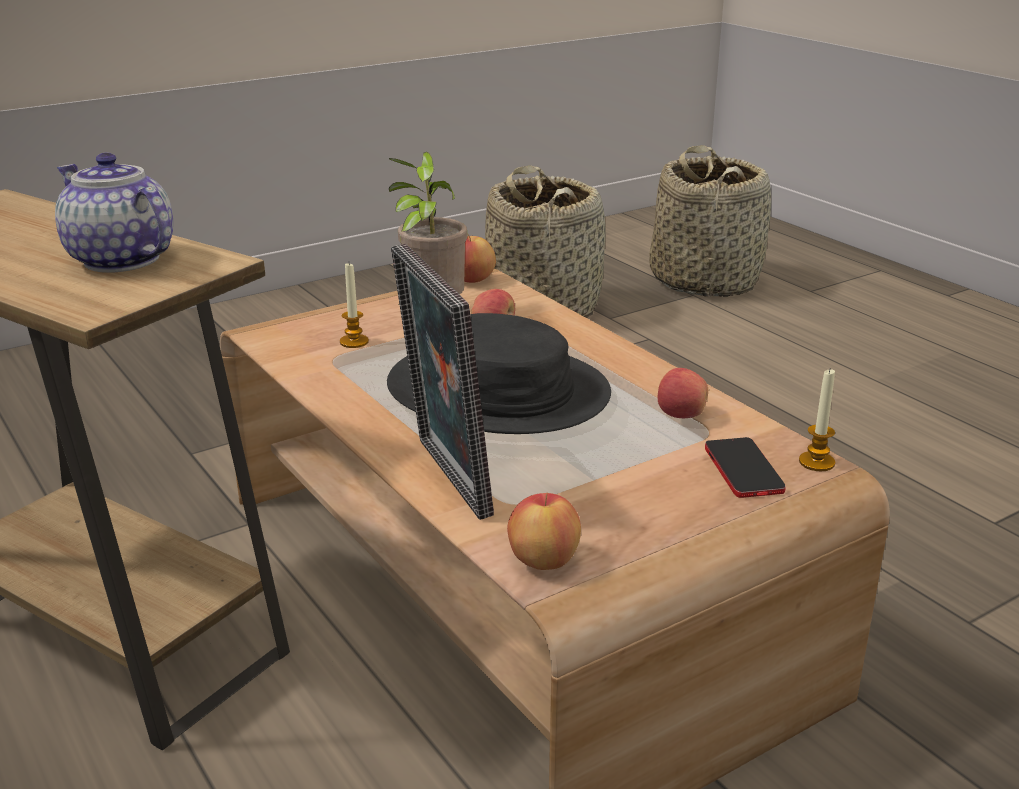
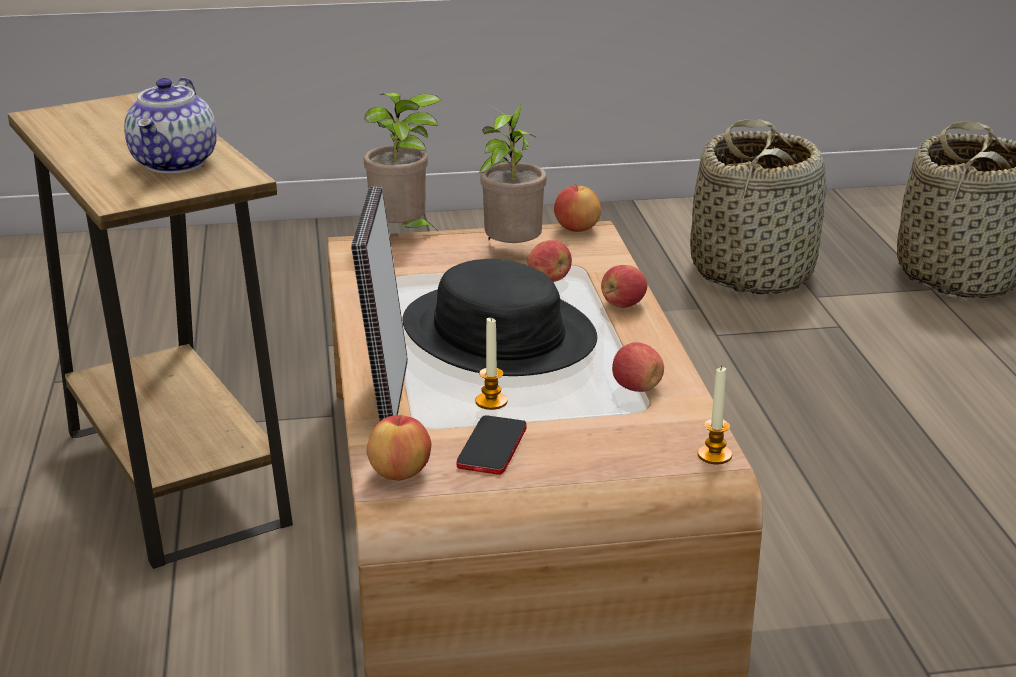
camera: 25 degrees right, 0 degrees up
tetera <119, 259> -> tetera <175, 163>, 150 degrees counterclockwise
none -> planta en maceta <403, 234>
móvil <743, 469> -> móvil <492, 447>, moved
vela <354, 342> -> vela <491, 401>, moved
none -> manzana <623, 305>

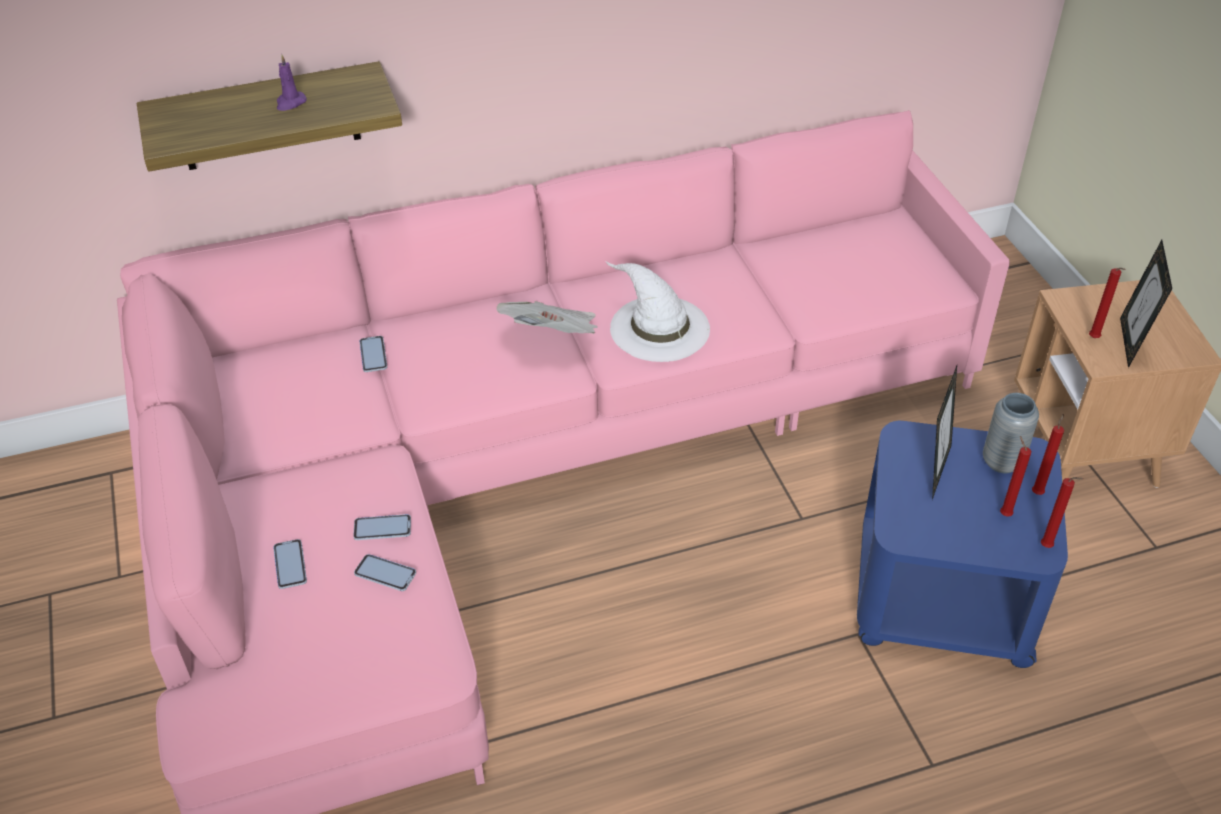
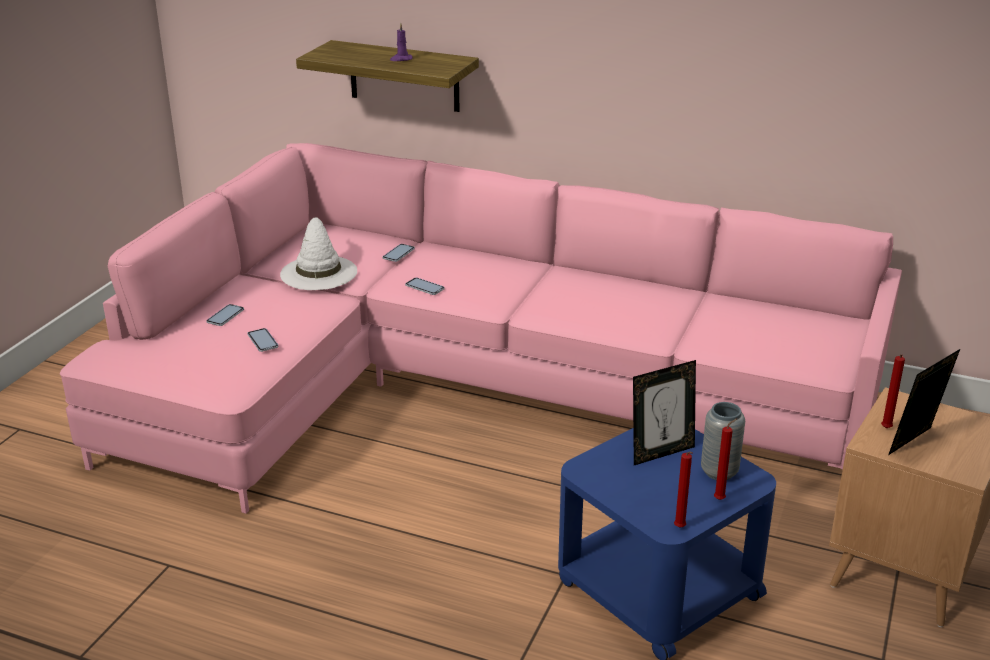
camera: 40 degrees right, 15 degrees down
sombrero (blanco) <658, 328> -> sombrero (blanco) <318, 272>, moved
móvil <382, 528> -> móvil <424, 287>, moved
periódico <553, 337> -> none
vela (rojo) <1004, 513> -> none

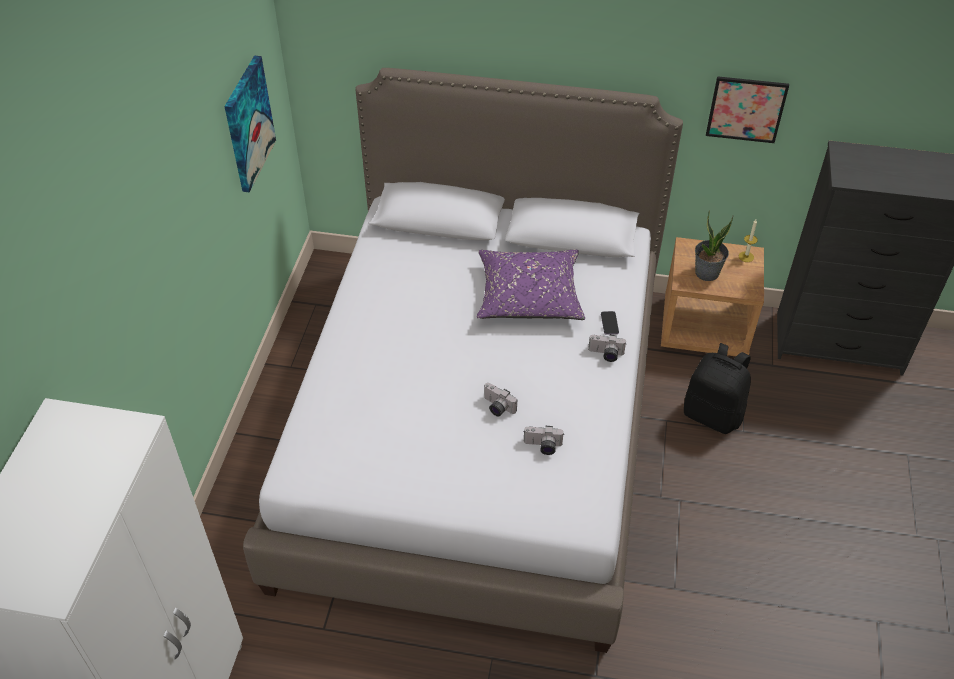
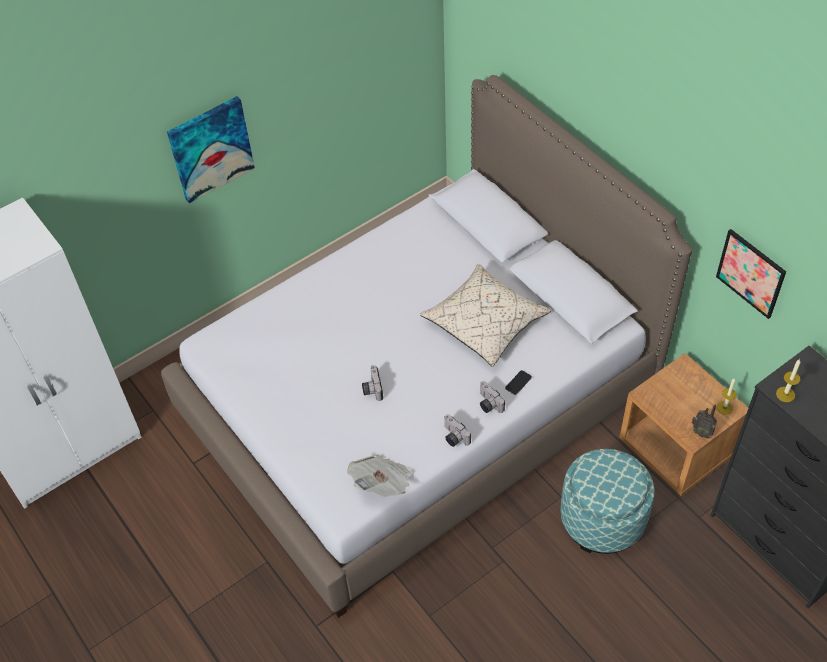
camera: 45 degrees right, 5 degrees up
cuadro <248, 124> -> cuadro <210, 149>, moved
none -> periódico <383, 483>
cojín (morado) <529, 296> -> cojín (beis) <485, 323>
cámara <542, 447> -> cámara <453, 437>, moved
mochila (negro) <713, 414> -> puf <602, 519>
none -> radio <701, 432>
none -> vela <785, 394>
planta en maceta <707, 273> -> none

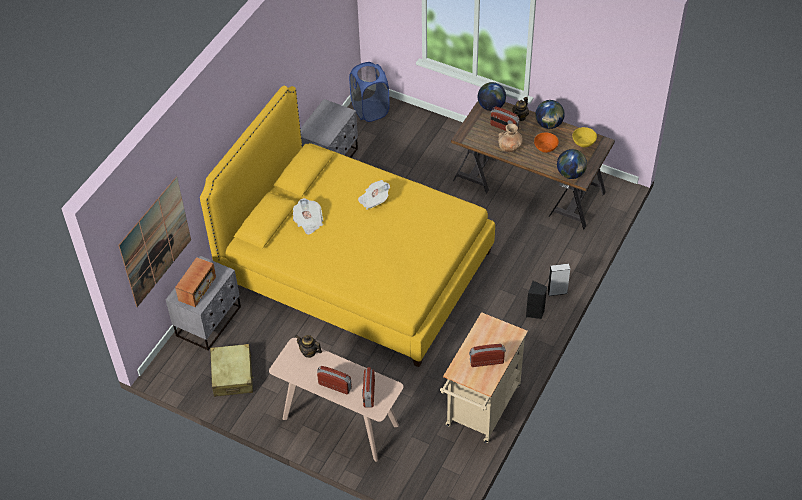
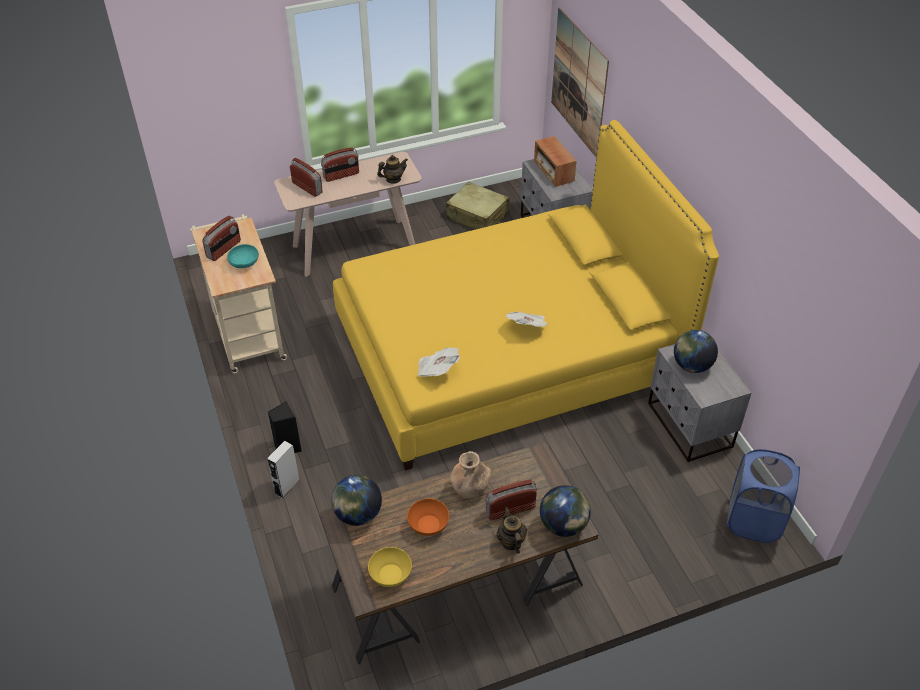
camera: 130 degrees right, 5 degrees down
none -> cuenco (turquesa) <244, 264>
periódico <308, 222> -> periódico <437, 370>, moved
globo terráqueo <549, 124> -> globo terráqueo <691, 365>, moved

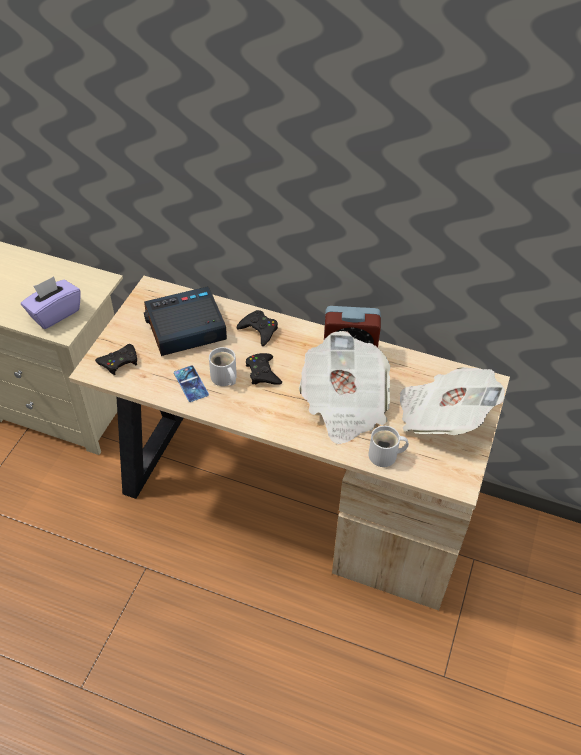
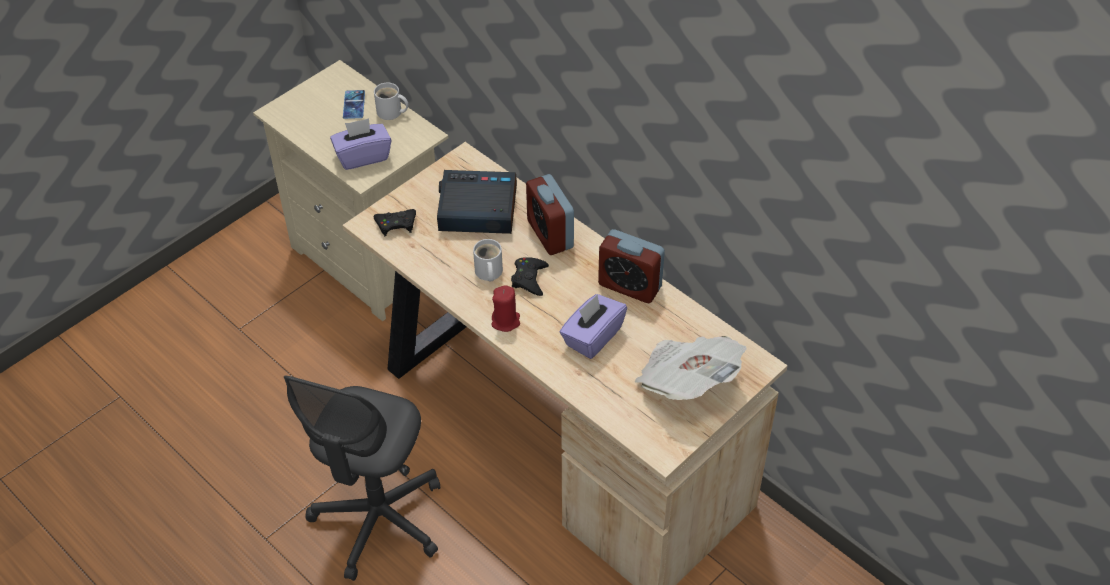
camera: 25 degrees right, 0 degrees up
none -> silla de oficina (gris) <379, 520>
móvil <191, 384> -> móvil <354, 105>, moved
taza grande (blanco) <385, 456> -> taza grande (blanco) <391, 113>, moved
none -> vela (rojo) <506, 321>
mando de consola (negro) <259, 330> -> despertador <550, 234>
periódico <344, 405> -> caja de pañuelos (morado) <592, 337>

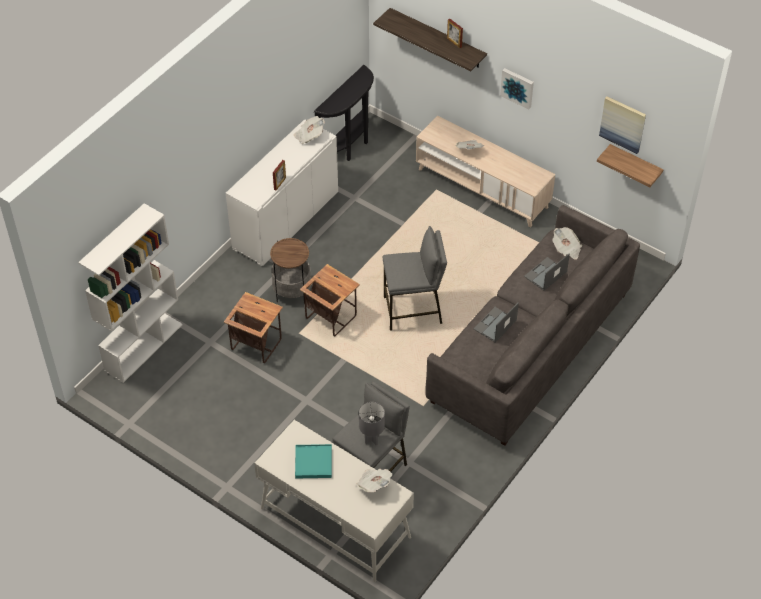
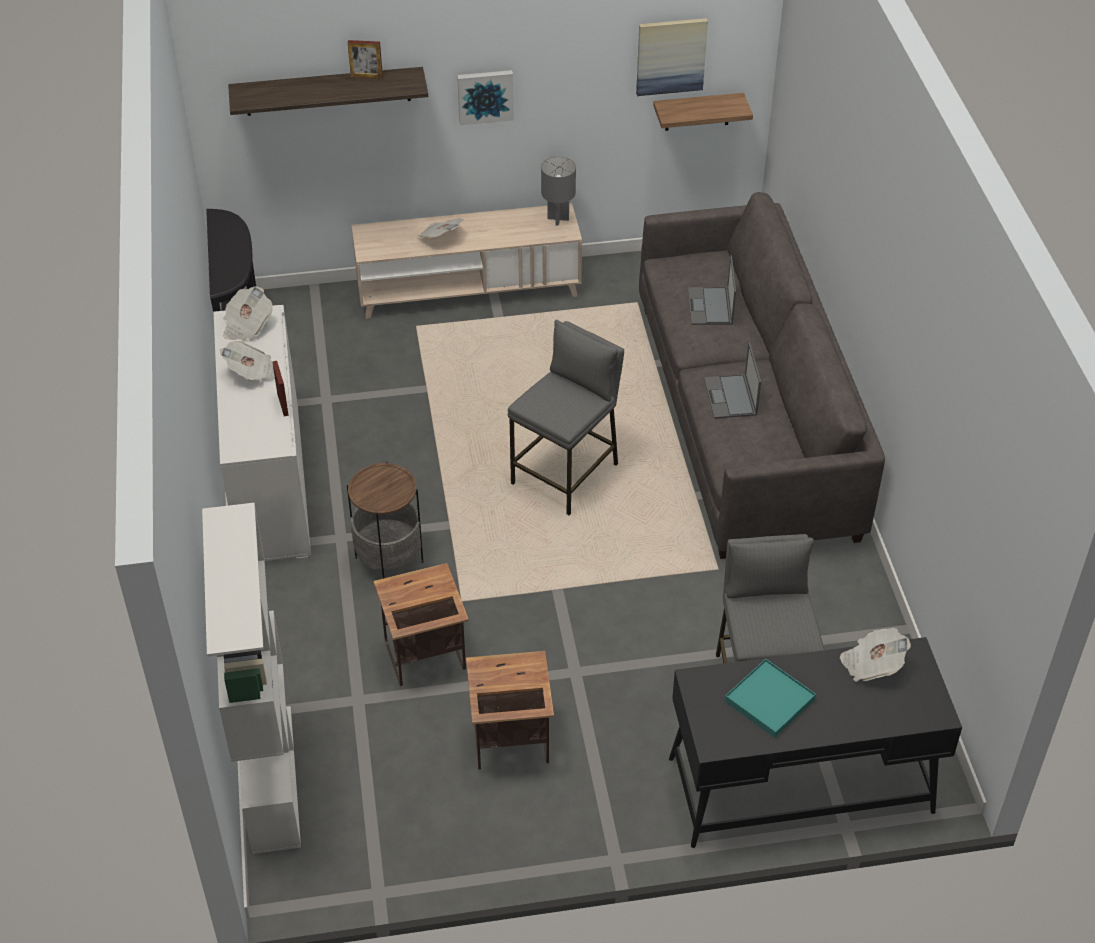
camera: 45 degrees left, 5 degrees down
periódico <566, 249> -> periódico <252, 373>, moved
mesa auxiliar <330, 317> -> mesa auxiliar <509, 741>, moved
lámpara de mesa (gris) <371, 439> -> lámpara de mesa (gris) <558, 219>, moved
escritorio (blanco) <335, 522> -> escritorio (negro) <799, 784>

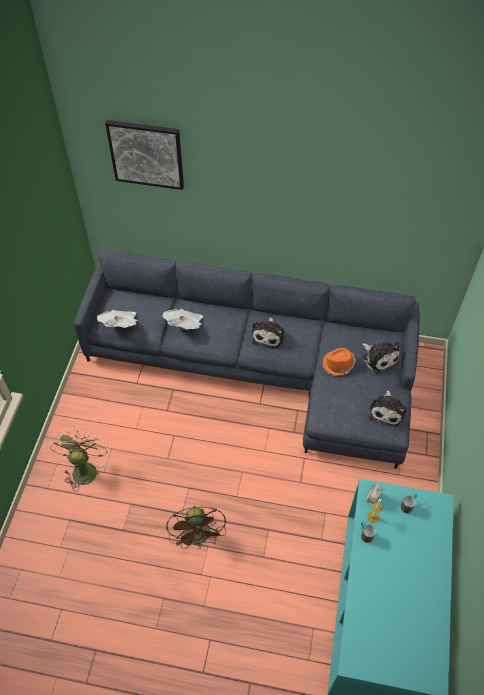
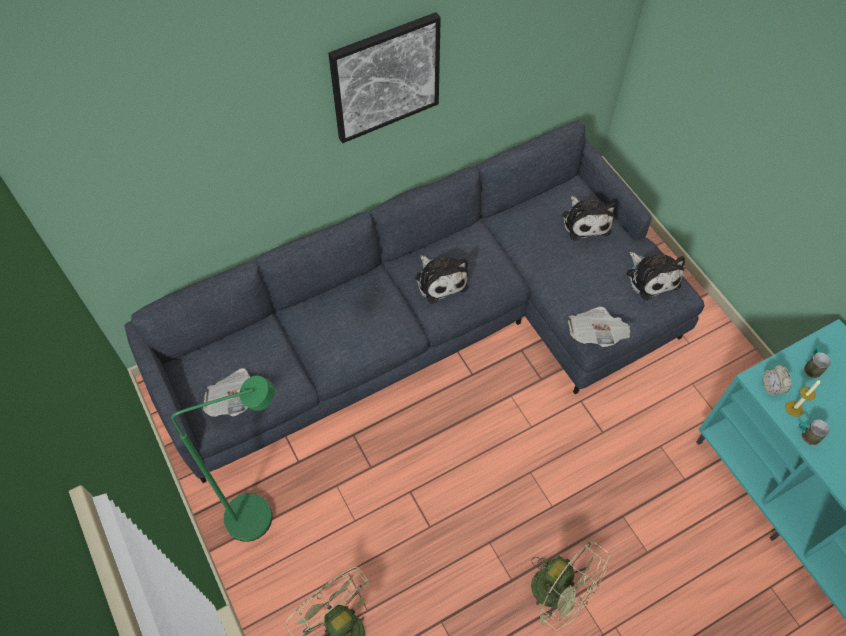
camera: 40 degrees left, 5 degrees up
none -> lámpara de pie (verde) <262, 513>
cuadro <146, 154> -> cuadro <385, 77>, moved
ventilador (marrón) <199, 538> -> ventilador (verde) <559, 592>
peluche <379, 358> -> peluche <585, 221>, 60 degrees clockwise
periódico <185, 325> -> periódico <595, 334>, moved
sombrero (naranja) <338, 364> -> none

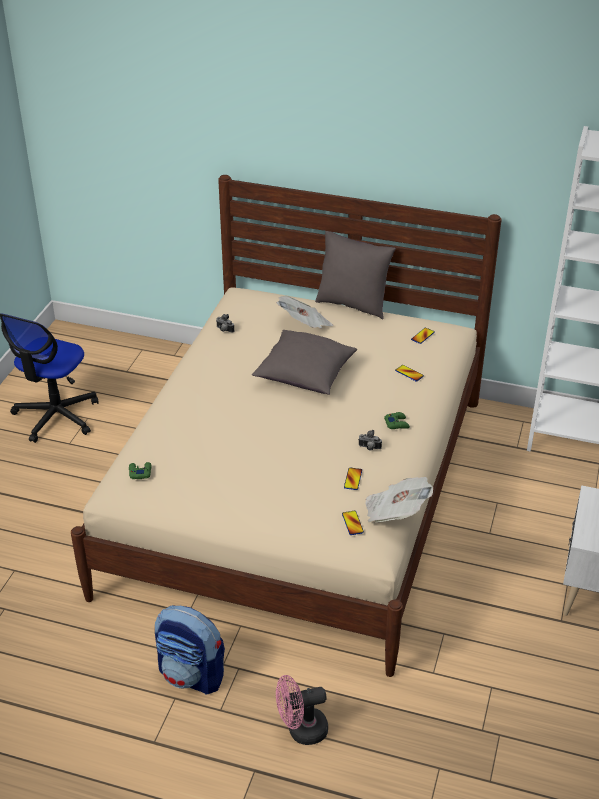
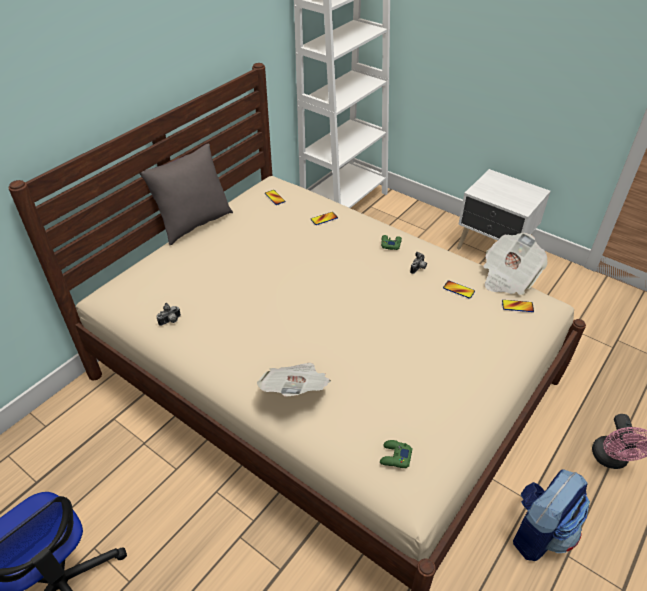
camera: 70 degrees left, 5 degrees up
periódico <305, 325> -> periódico <295, 390>, moved
cojín (gris) <304, 376> -> none

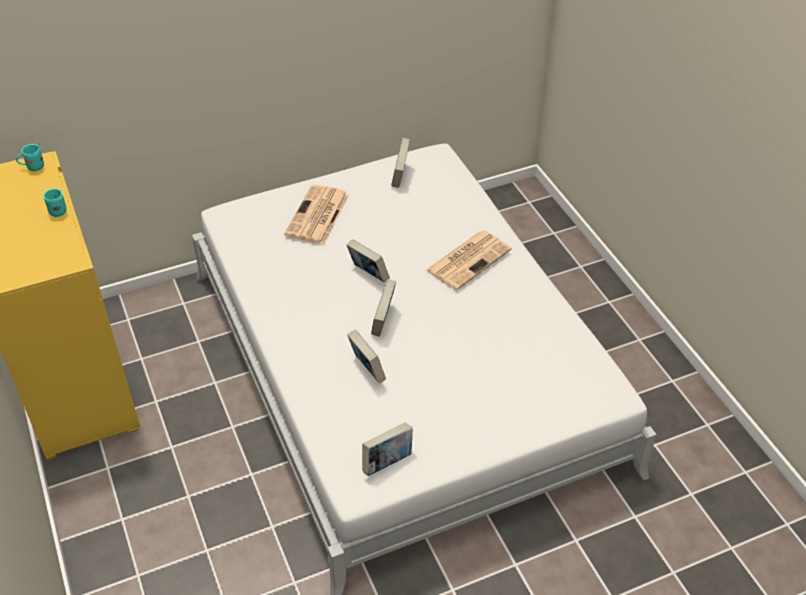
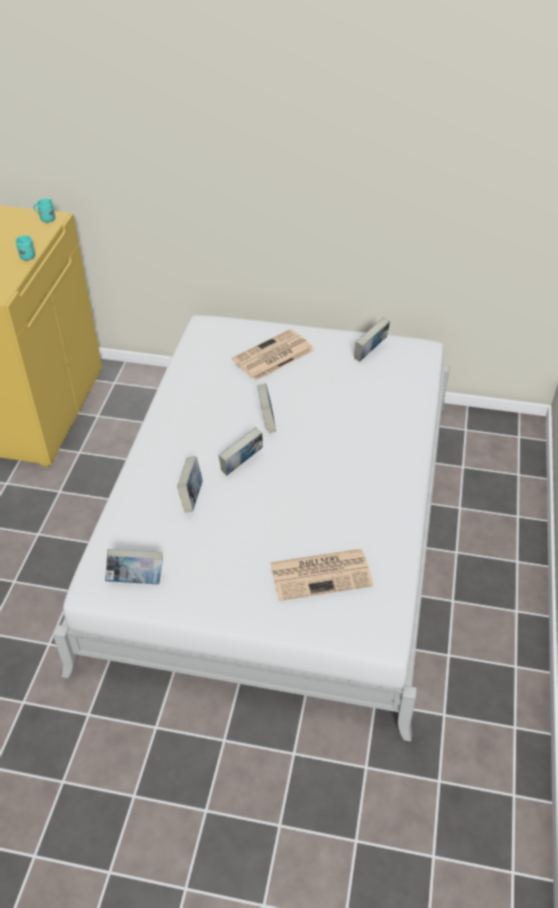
camera: 35 degrees right, 0 degrees up
periódico <469, 259> -> periódico <322, 574>, moved

